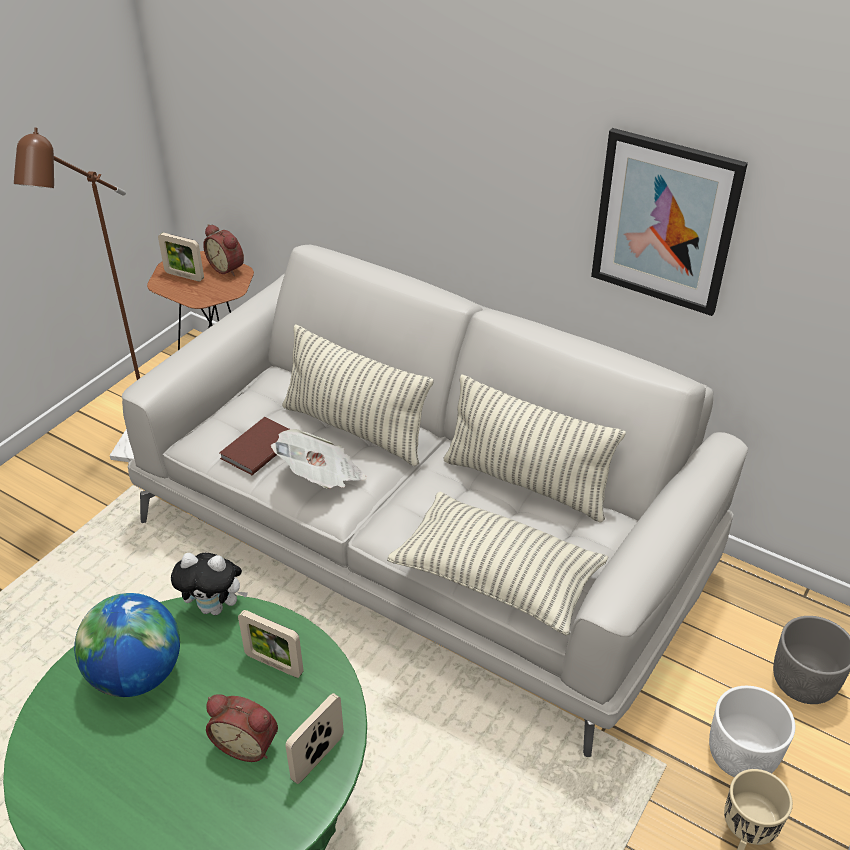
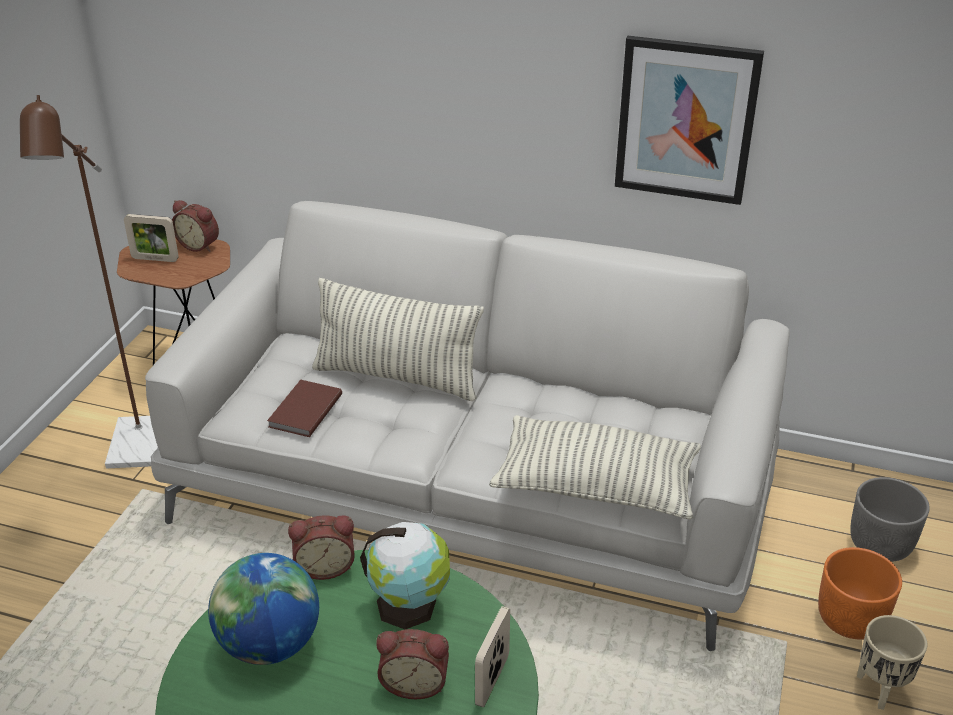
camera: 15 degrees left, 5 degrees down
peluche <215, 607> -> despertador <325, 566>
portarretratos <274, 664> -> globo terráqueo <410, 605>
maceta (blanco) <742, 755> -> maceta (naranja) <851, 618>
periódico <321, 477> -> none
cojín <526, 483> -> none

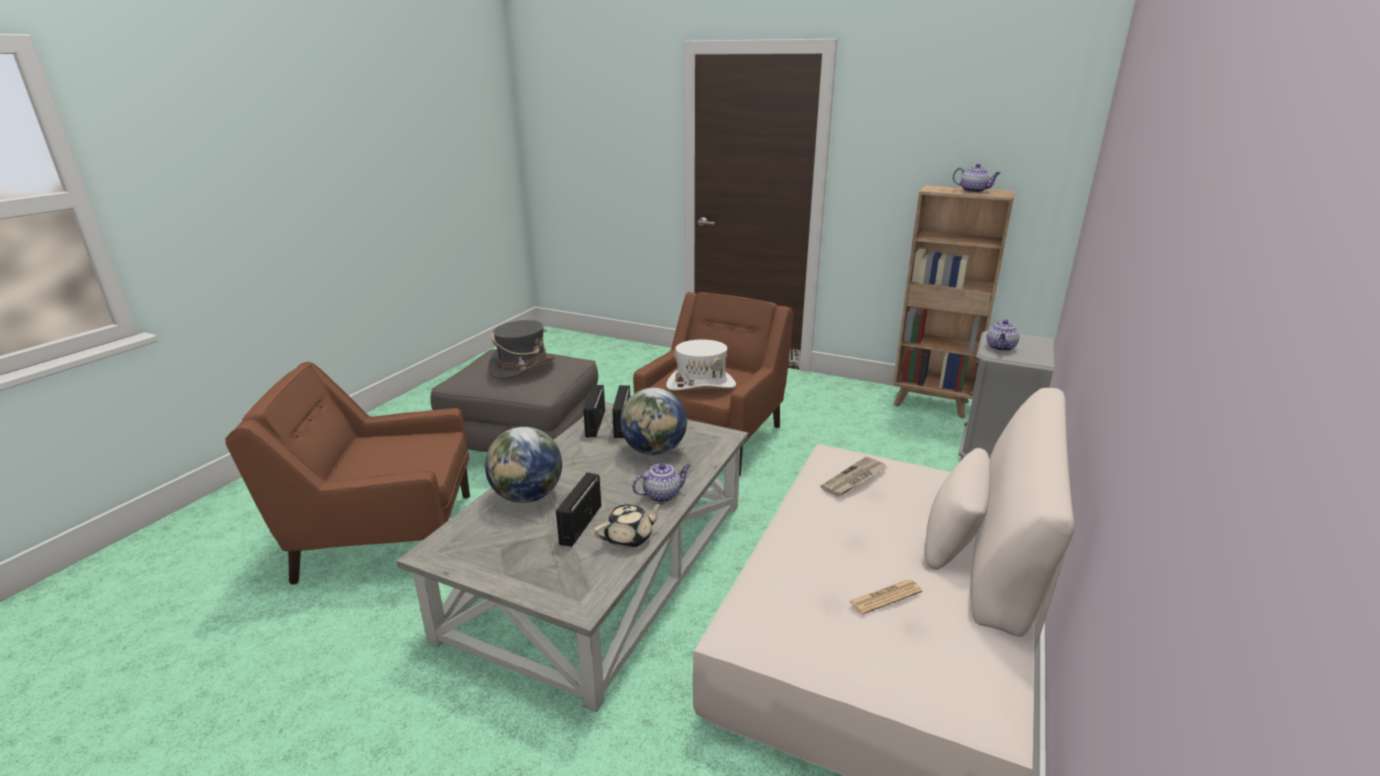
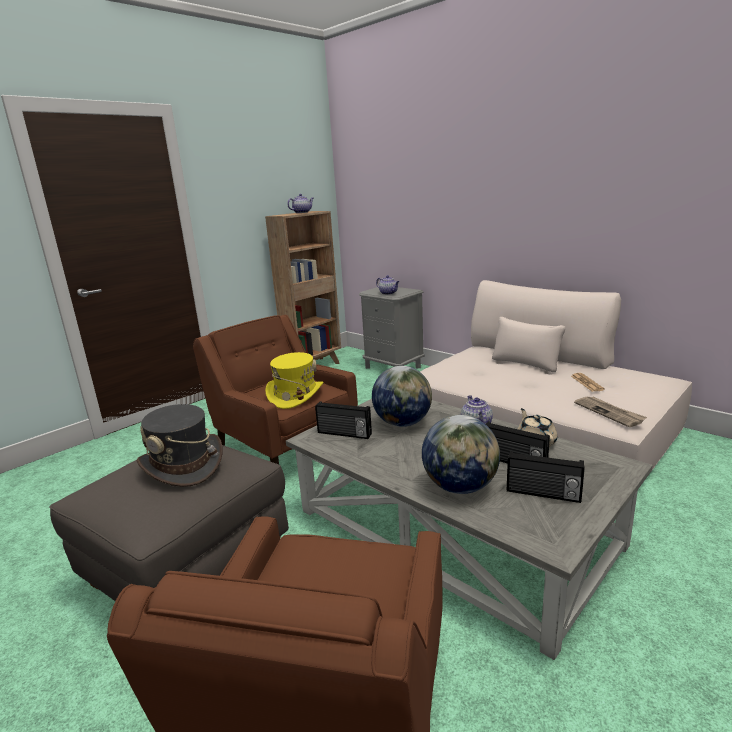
camera: 70 degrees left, 5 degrees down
sombrero (blanco) <701, 385> -> sombrero (amarillo) <295, 395>
radio <594, 424> -> radio <543, 494>, moved
periódico <854, 479> -> periódico <609, 412>, moved

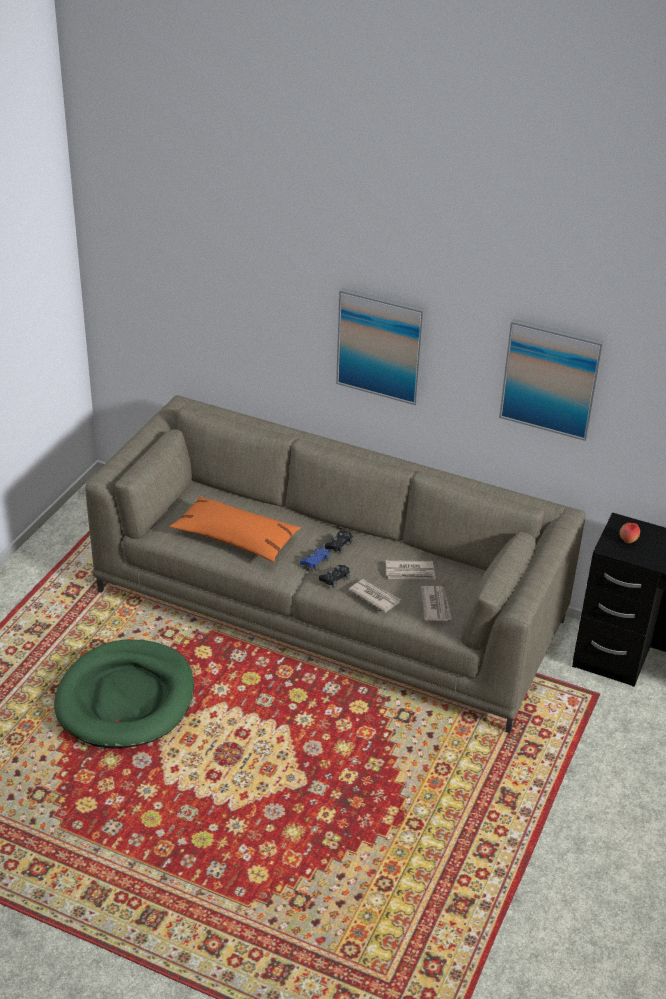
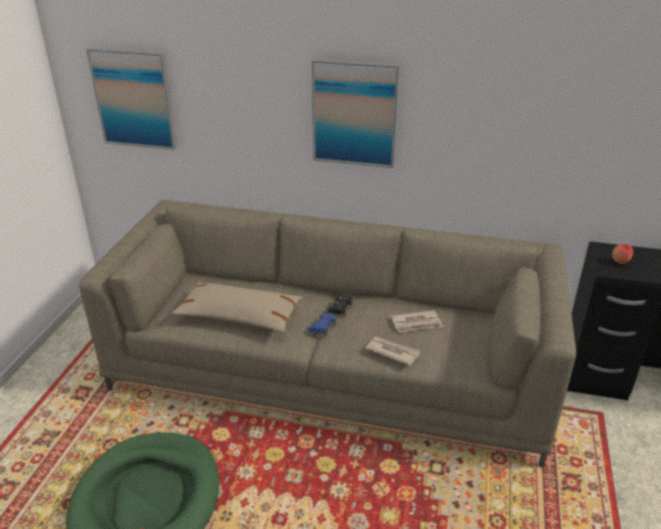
camera: 10 degrees left, 5 degrees down
cuadro <551, 378> -> cuadro <134, 99>, moved
cojín (naranja) <235, 538> -> cojín (beis) <239, 316>
mando de consola (negro) <335, 578> -> none
periódico <435, 605> -> none

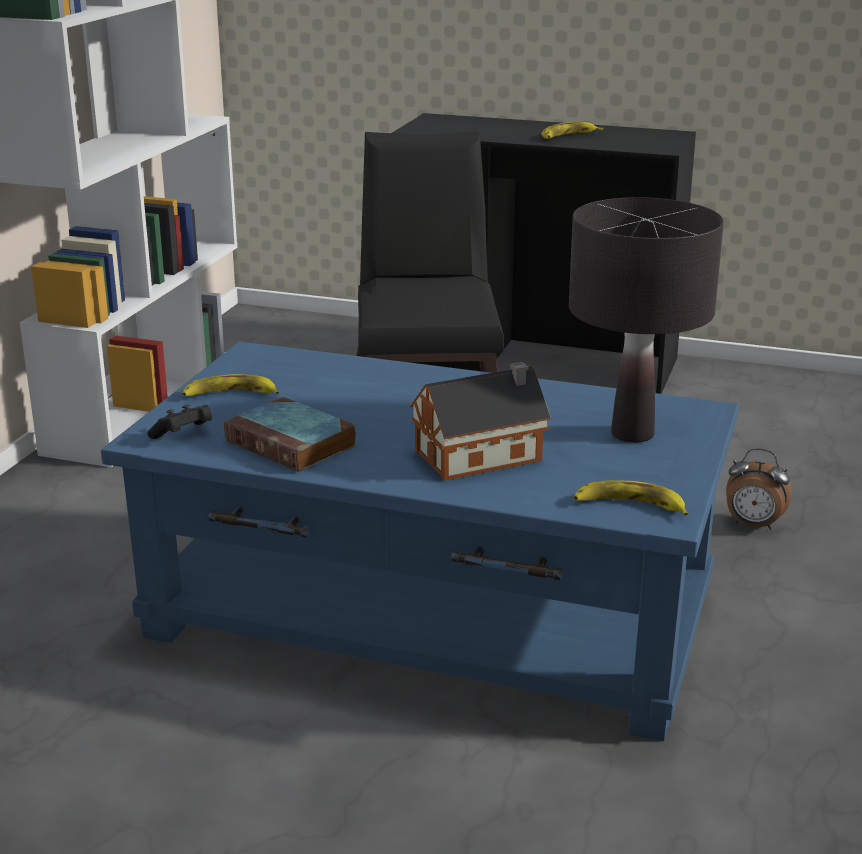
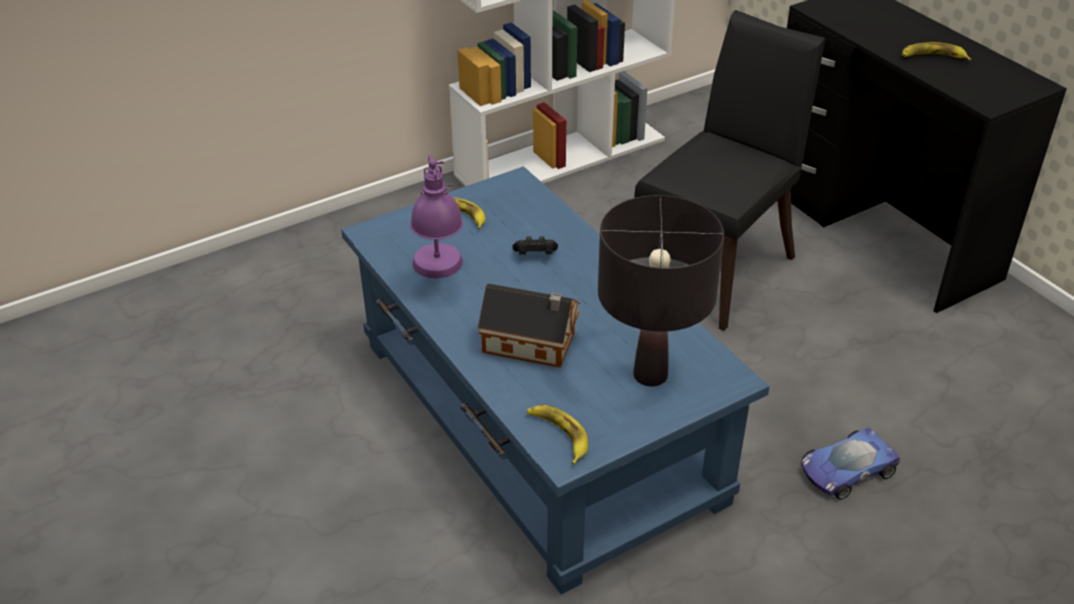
camera: 40 degrees right, 15 degrees up
libro <293, 444> -> lámpara de mesa (morado) <440, 276>
mando de consola (negro) <183, 435> -> mando de consola (negro) <535, 255>, moved
despertador <753, 525> -> coche de juguete <846, 470>

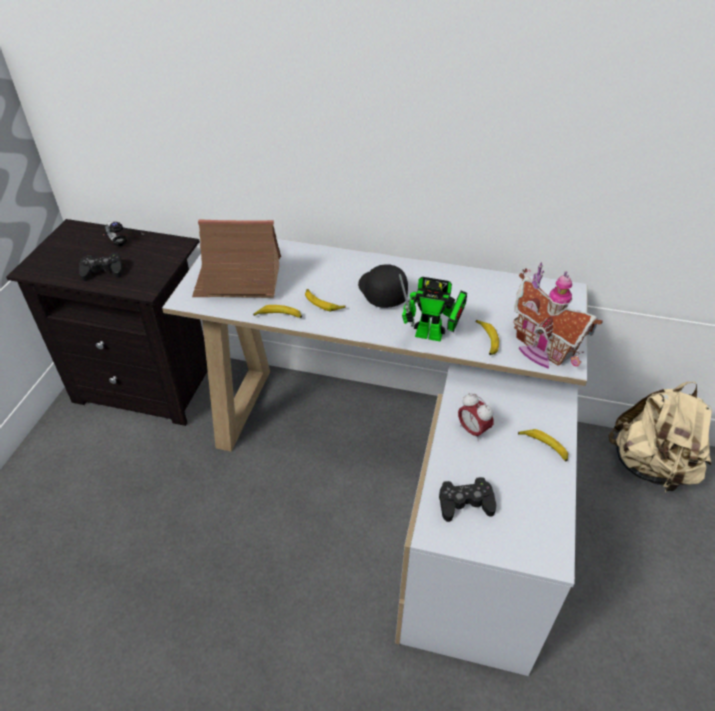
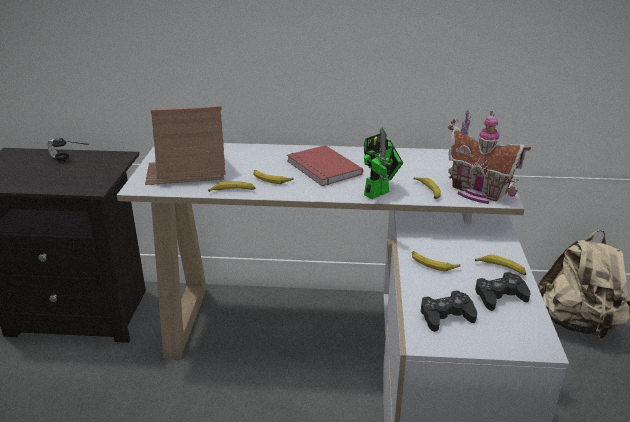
camera: 10 degrees left, 15 degrees down
gorra (negro) <381, 292> -> libro (rojo) <322, 168>
robot de juguete <433, 336> -> robot de juguete <379, 192>, 45 degrees counterclockwise
despertador <472, 430> -> plátano <433, 264>
mando de consola (negro) <103, 271> -> mando de consola (negro) <500, 296>, moved

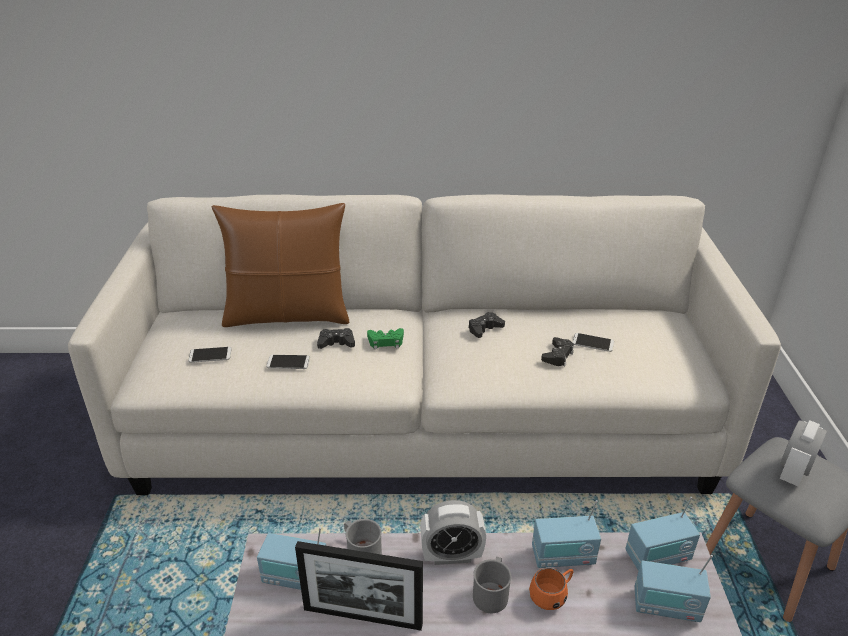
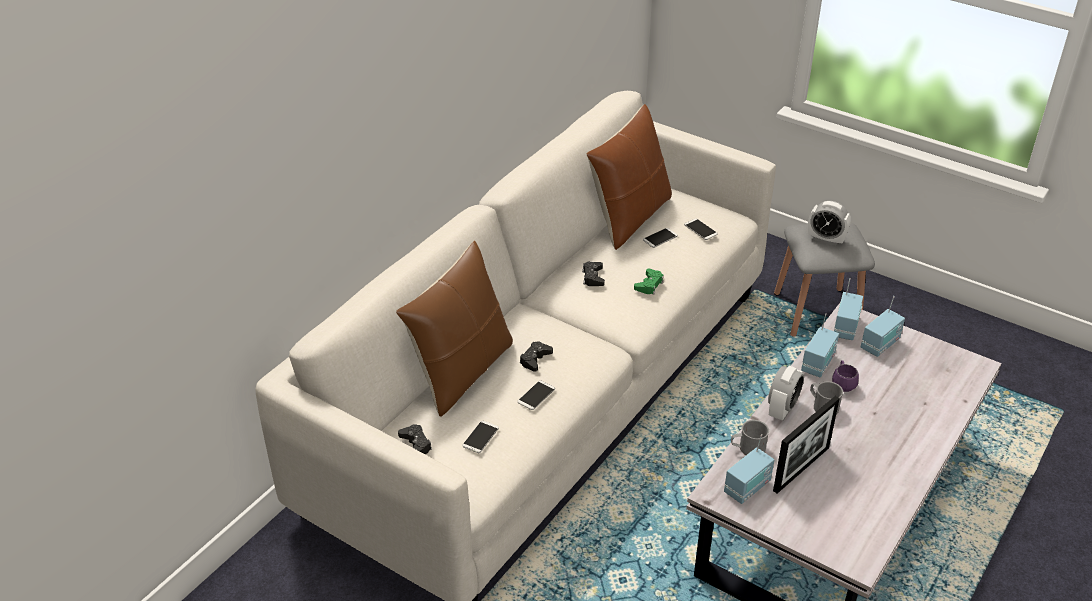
camera: 55 degrees left, 5 degrees up
mando de consola (negro) <558, 356> -> mando de consola (negro) <415, 444>, moved
none -> cojín (marrón) <629, 218>
mando de consola (verde) <386, 342> -> mando de consola (verde) <649, 285>, moved
none -> móvil <700, 229>
despertador <793, 472> -> despertador <826, 239>, 135 degrees clockwise
taza grande (naranja) <552, 596> -> taza grande (morado) <842, 383>

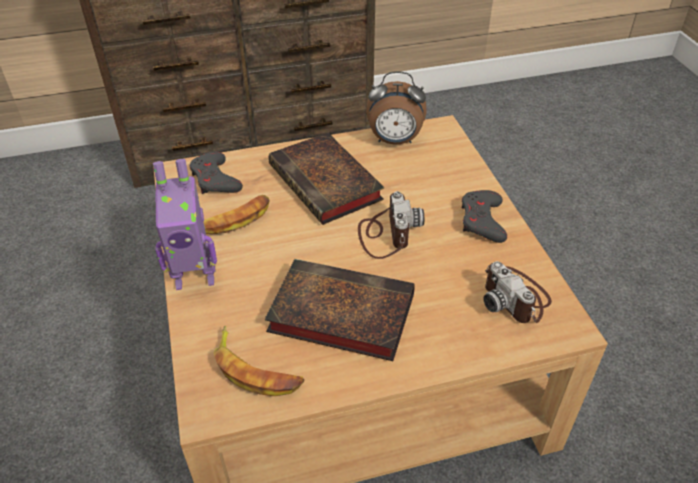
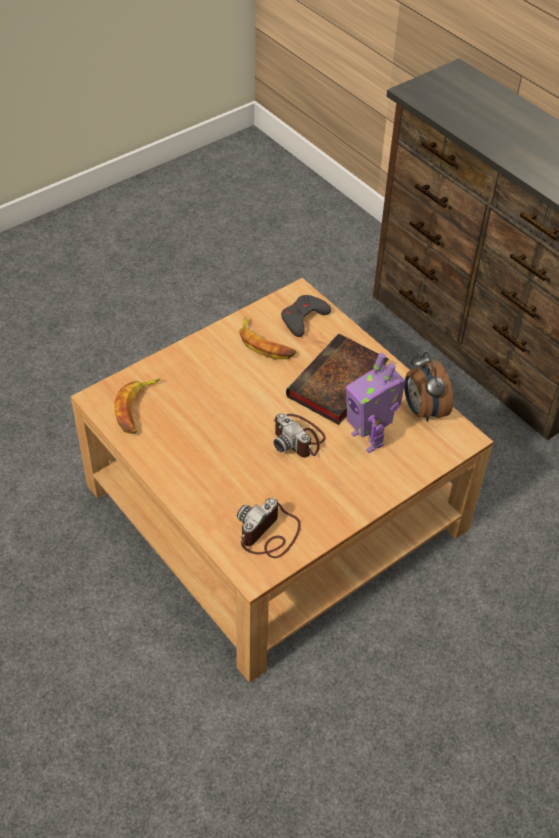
camera: 65 degrees right, 5 degrees up
cámara <386, 234> -> cámara <298, 438>, 75 degrees clockwise
robot de juguete <194, 277> -> robot de juguete <369, 438>, moved
libro <337, 314> -> none
mando de consola (gris) <482, 220> -> none

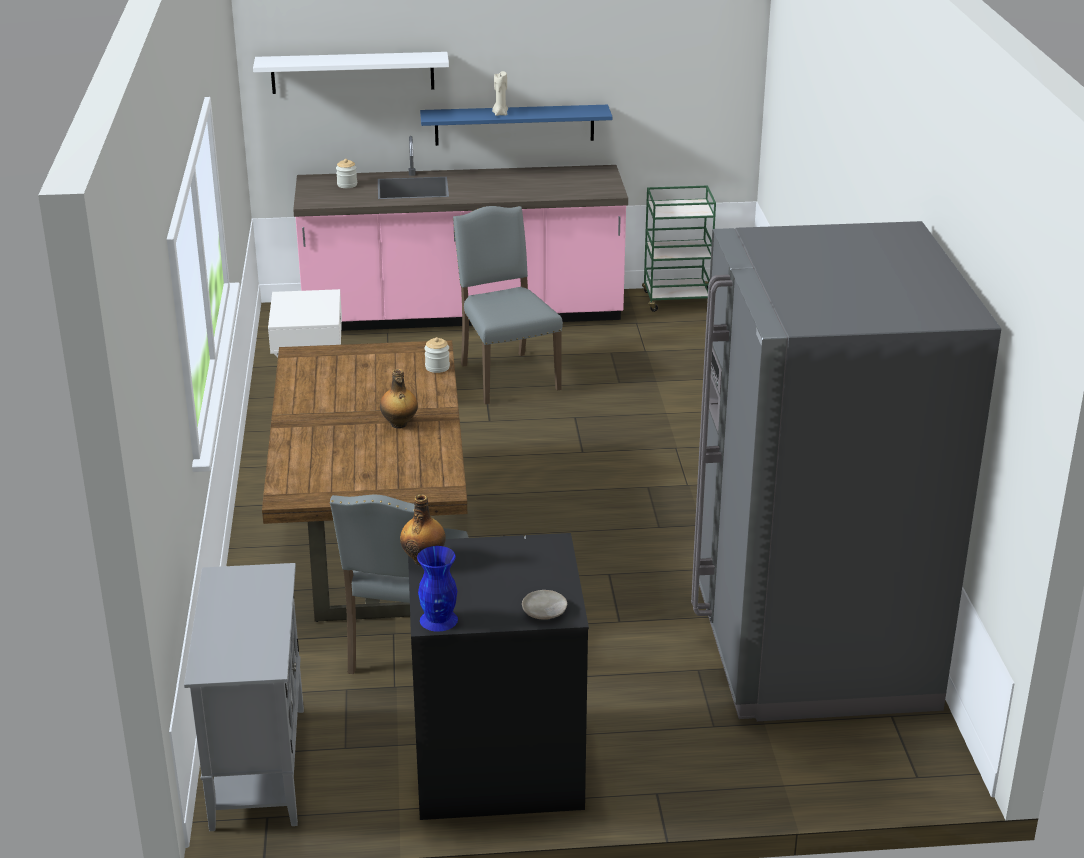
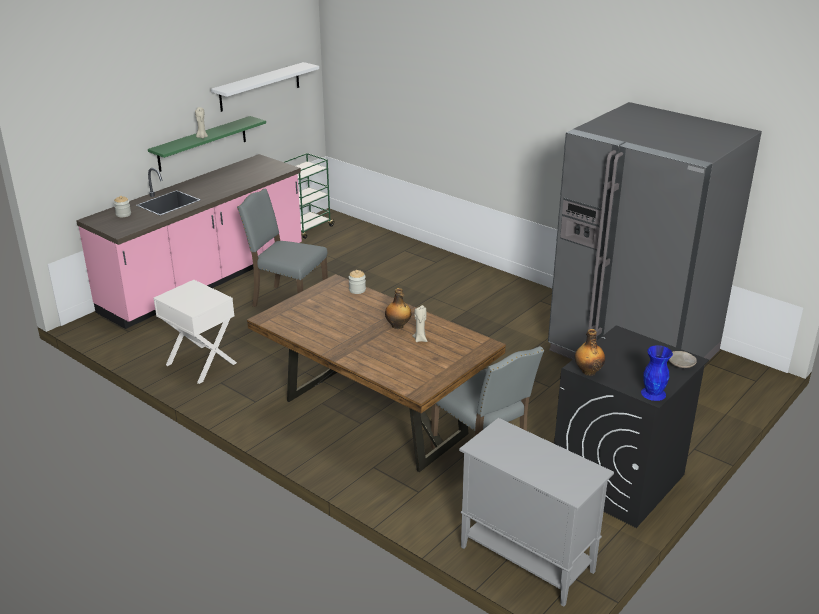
camera: 45 degrees left, 0 degrees up
estante (azul) <514, 125> -> estante (verde) <202, 143>
estante (blanco) <352, 72> -> estante (blanco) <260, 87>, moved
none -> vela (beis) <420, 339>

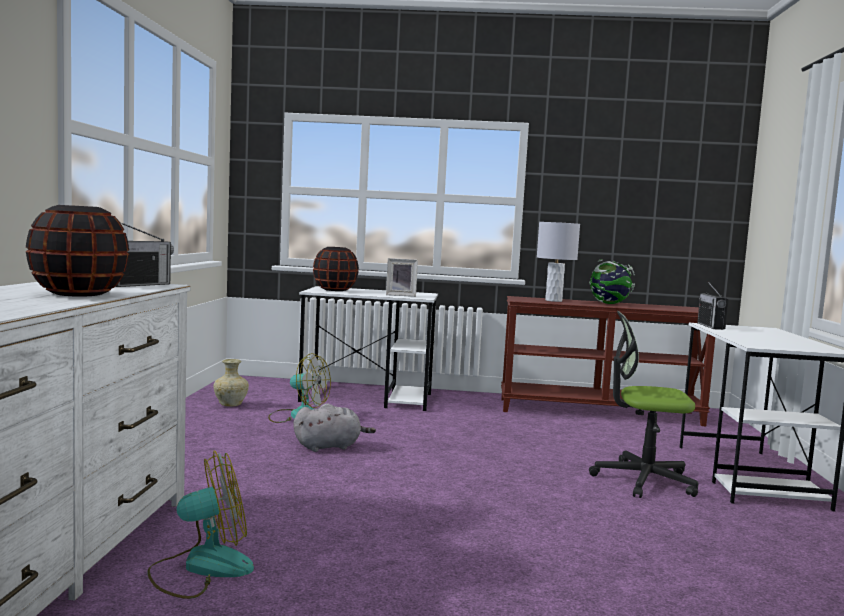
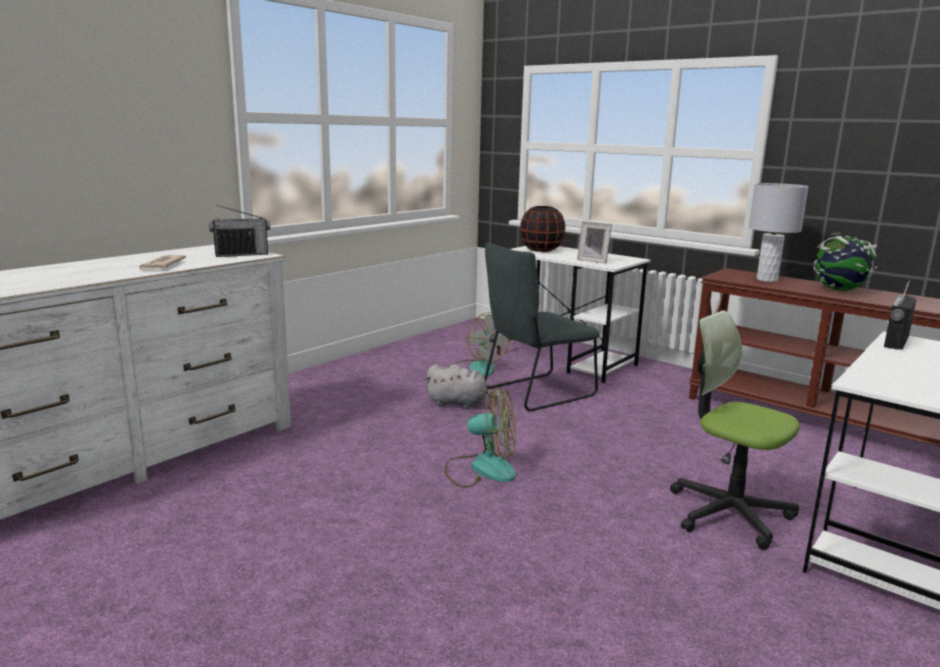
camera: 35 degrees right, 10 degrees up
florero (negro) <79, 294> -> periódico <161, 265>
ventilador <201, 568> -> ventilador <481, 469>, moved
none -> silla (gris) <535, 393>
florero (beis) <231, 404> -> none

